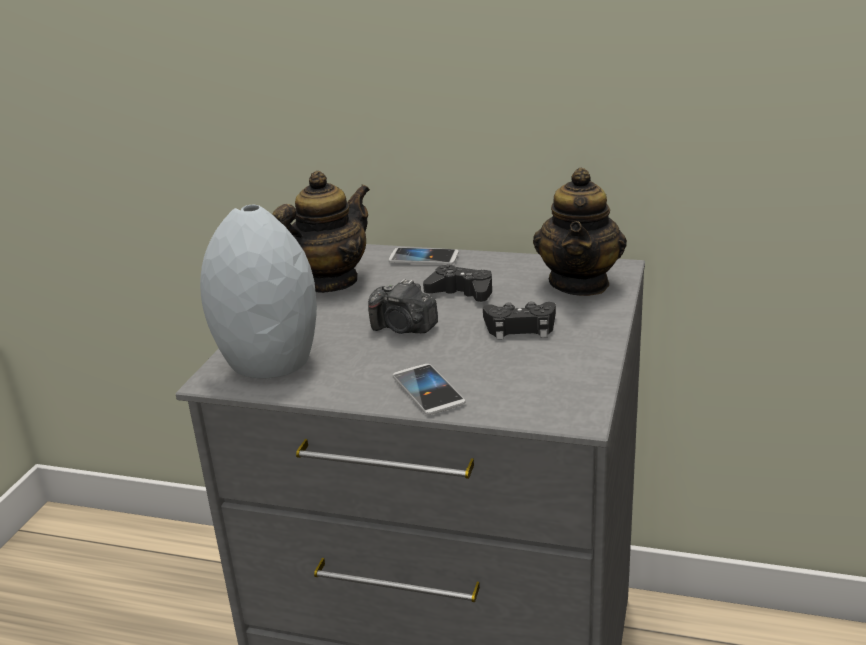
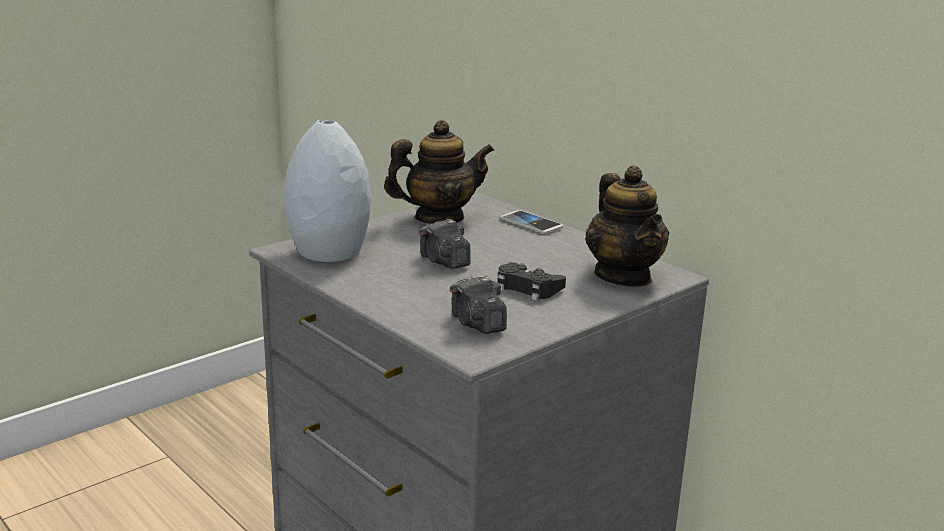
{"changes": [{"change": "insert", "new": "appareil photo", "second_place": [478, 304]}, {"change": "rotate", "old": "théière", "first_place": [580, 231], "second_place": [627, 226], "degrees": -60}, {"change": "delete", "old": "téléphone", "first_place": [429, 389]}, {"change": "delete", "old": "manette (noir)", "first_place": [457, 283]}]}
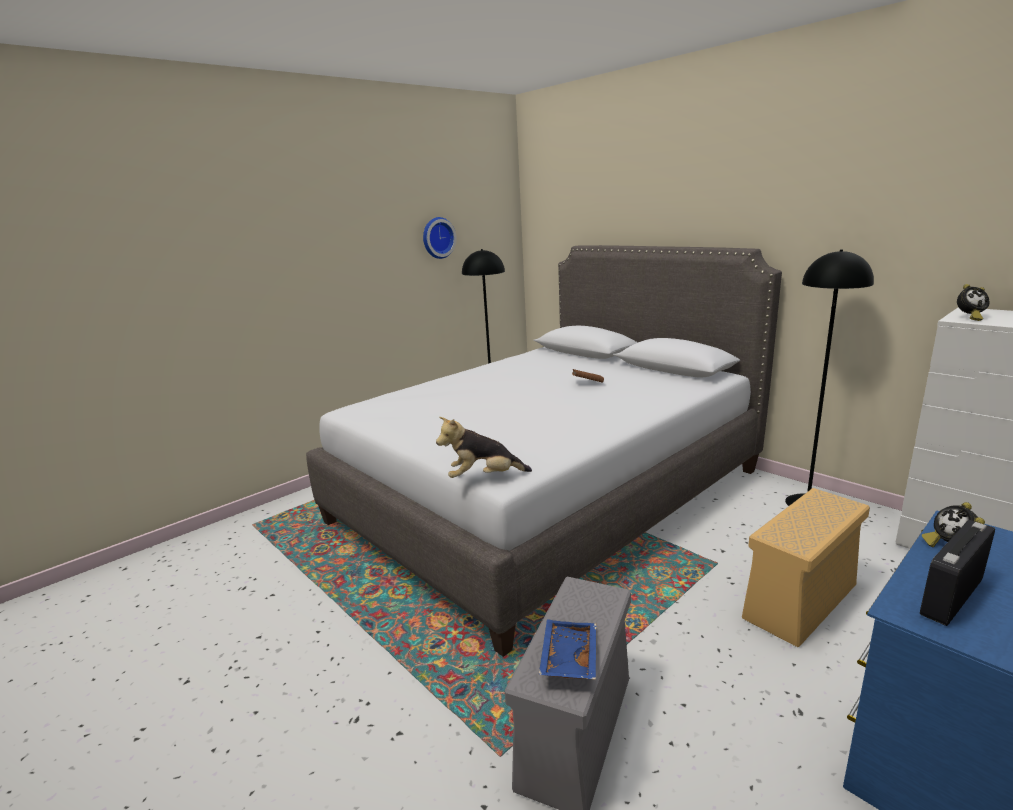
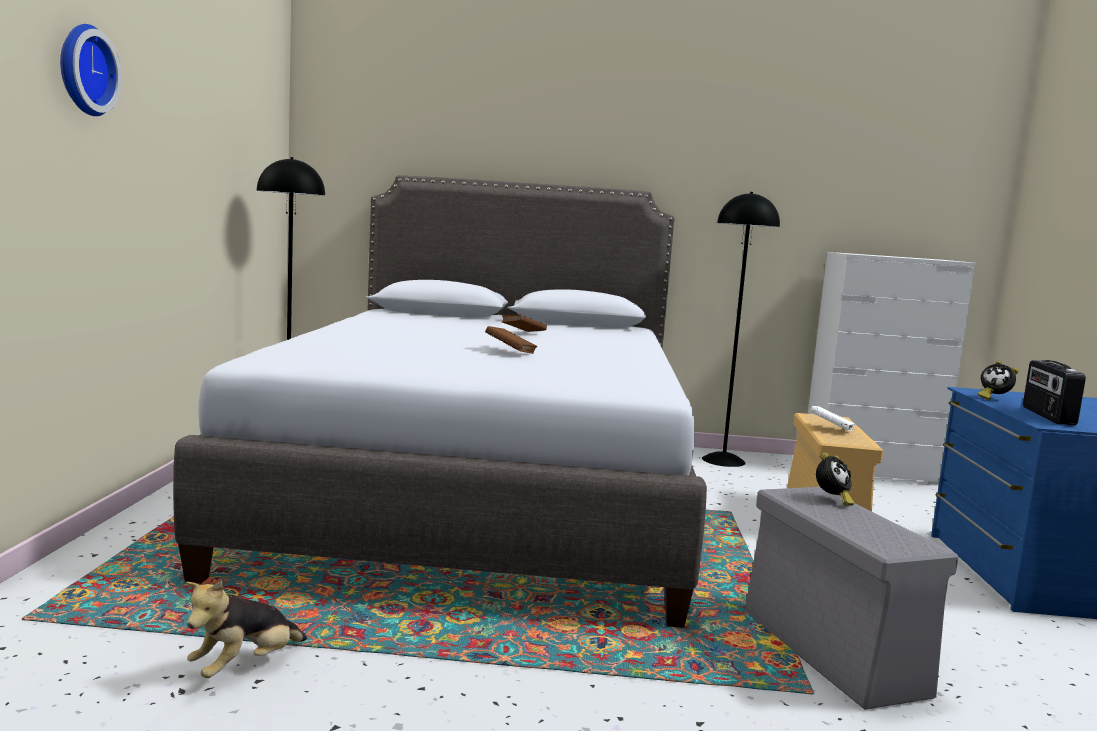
{"changes": [{"change": "move", "old": "horloge murale", "first_place": [440, 238], "second_place": [91, 70]}, {"change": "move", "old": "peluche", "first_place": [484, 447], "second_place": [246, 629]}, {"change": "insert", "new": "livre (marron)", "second_place": [511, 340]}, {"change": "insert", "new": "livre (blanc)", "second_place": [833, 418]}, {"change": "move", "old": "réveil", "first_place": [973, 302], "second_place": [835, 479]}, {"change": "delete", "old": "plateau (bleu)", "first_place": [567, 649]}]}
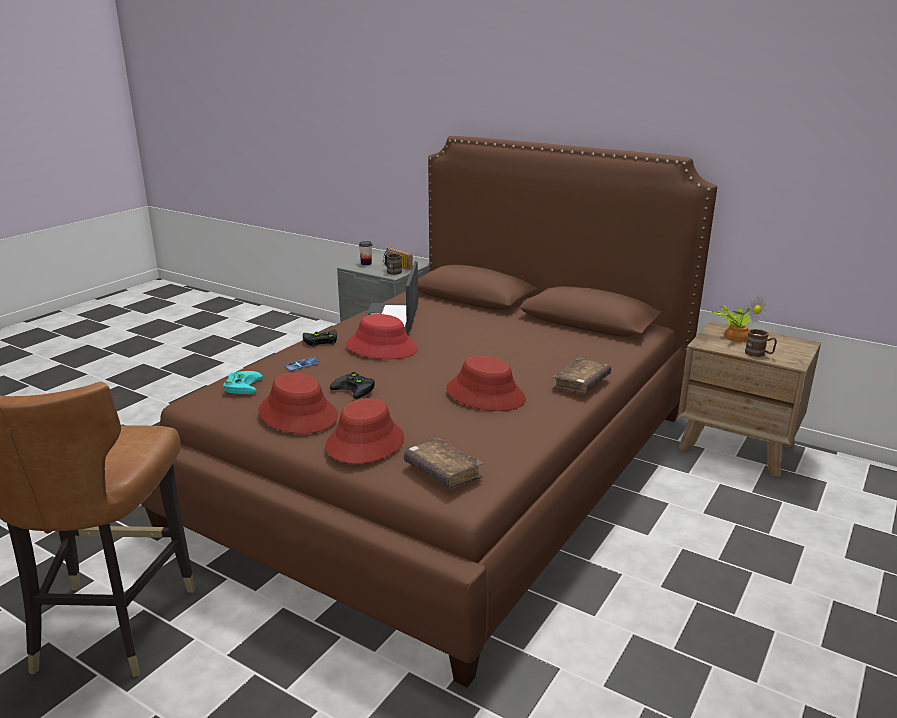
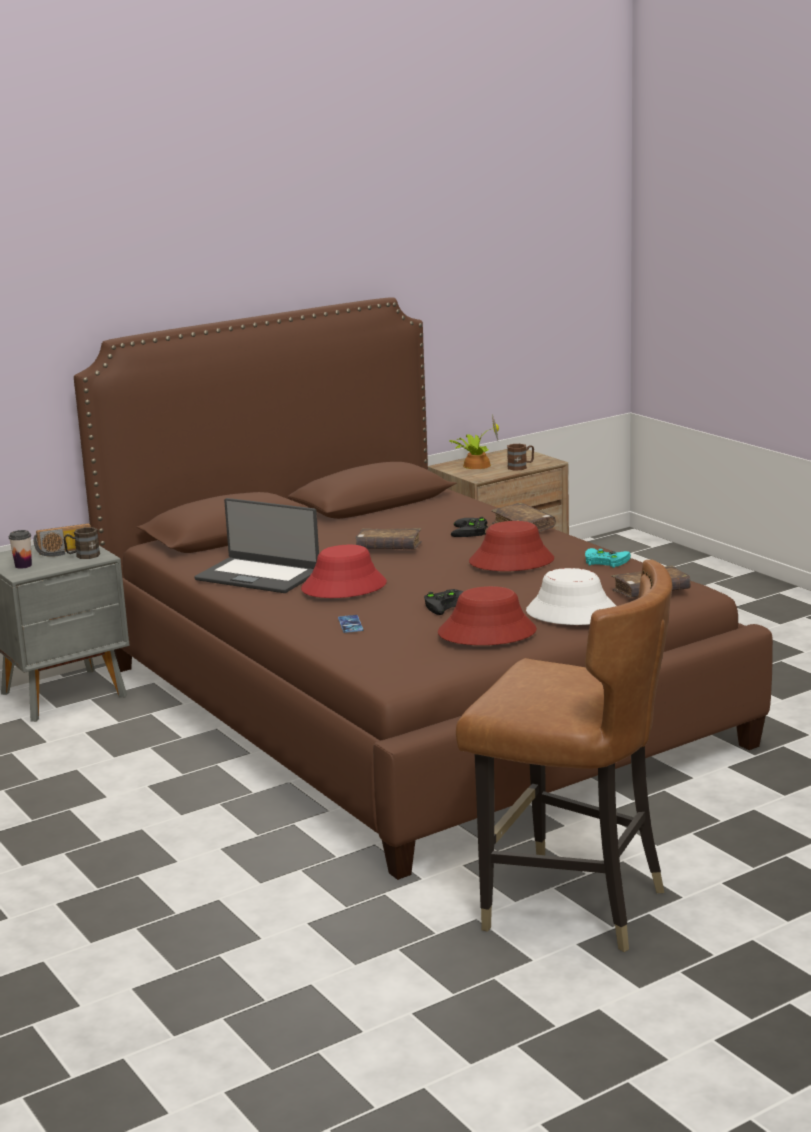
{"changes": [{"change": "insert", "new": "livre (marron)", "second_place": [389, 539]}, {"change": "move", "old": "manette (noir)", "first_place": [320, 338], "second_place": [469, 527]}, {"change": "recolor", "old": "chapeau (rouge)", "new": "chapeau (blanc)", "first_place": [364, 431], "second_place": [571, 596]}, {"change": "move", "old": "manette (turquoise)", "first_place": [243, 382], "second_place": [608, 558]}]}
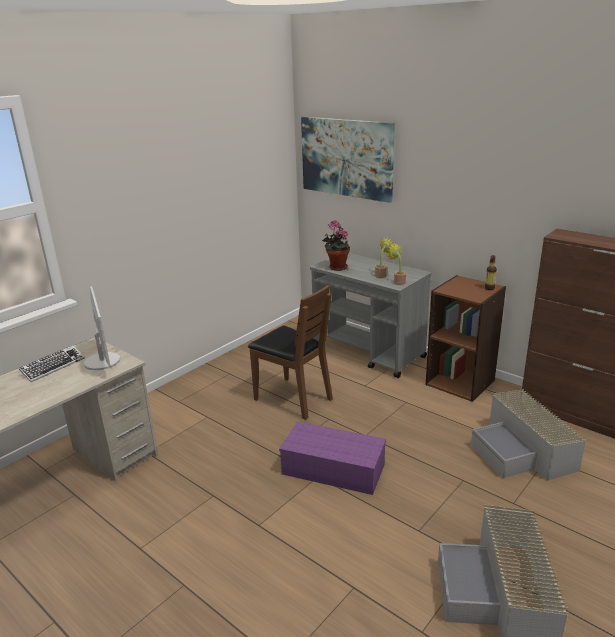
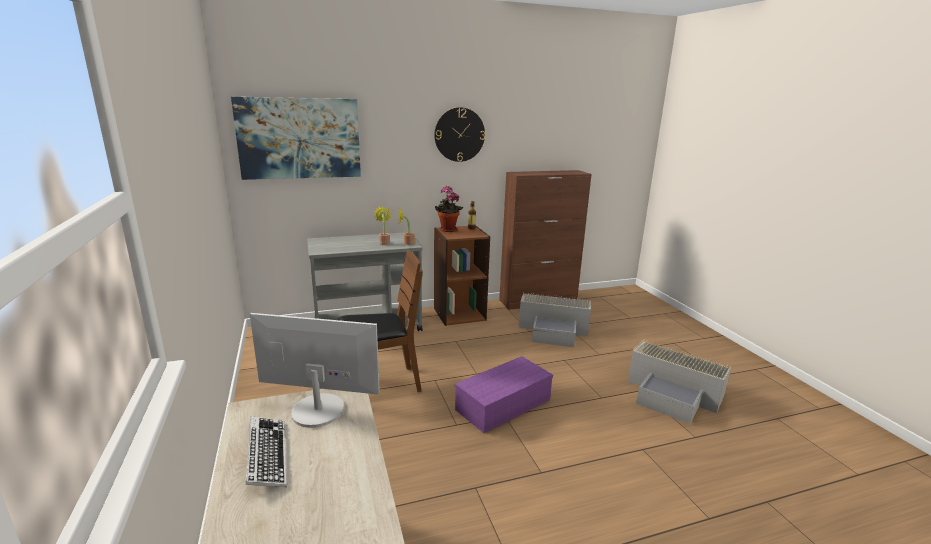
{"changes": [{"change": "insert", "new": "horloge murale", "second_place": [459, 134]}, {"change": "move", "old": "plante en pot", "first_place": [336, 245], "second_place": [449, 209]}]}
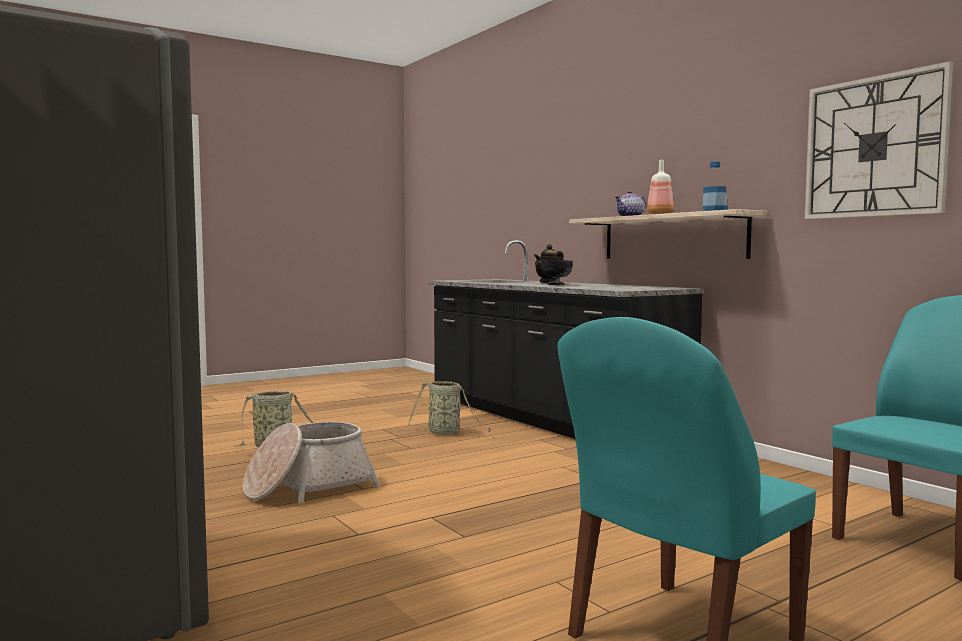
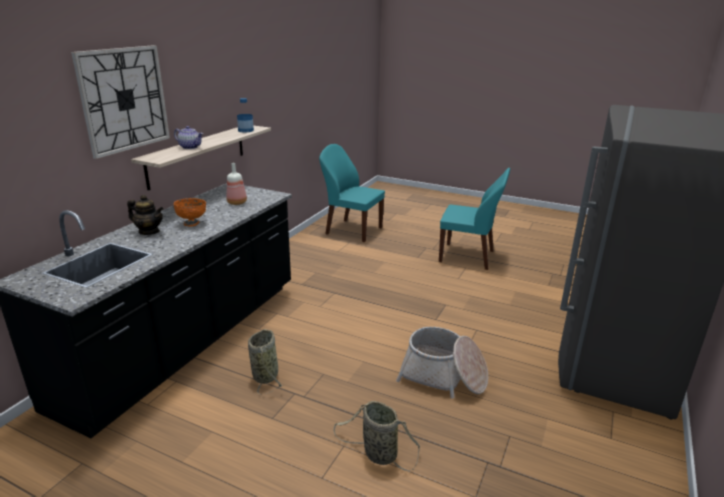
{"changes": [{"change": "move", "old": "horloge murale", "first_place": [879, 140], "second_place": [120, 102]}, {"change": "recolor", "old": "bol (noir)", "new": "bol (orange)", "first_place": [557, 272], "second_place": [189, 212]}, {"change": "move", "old": "bouteille", "first_place": [660, 187], "second_place": [236, 184]}]}
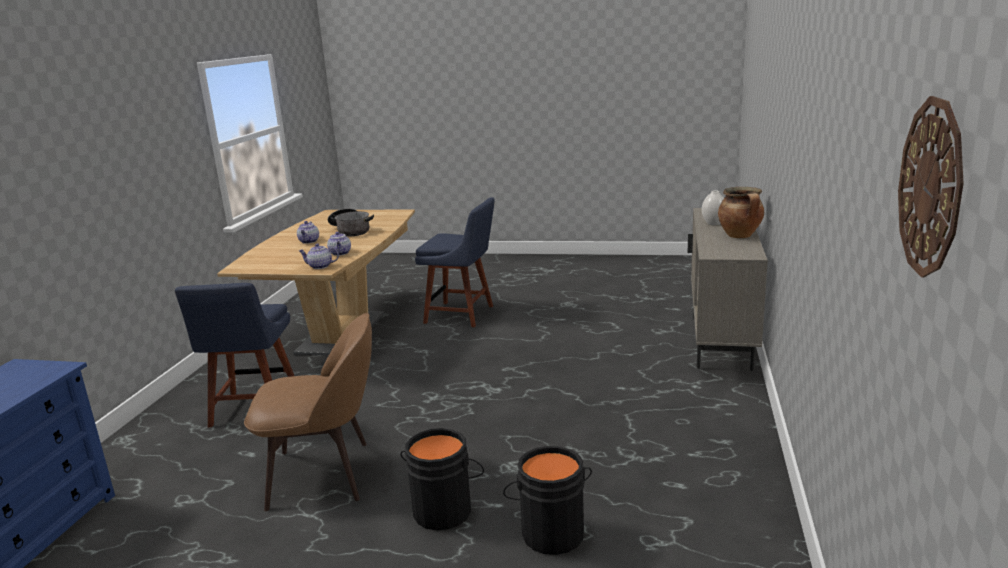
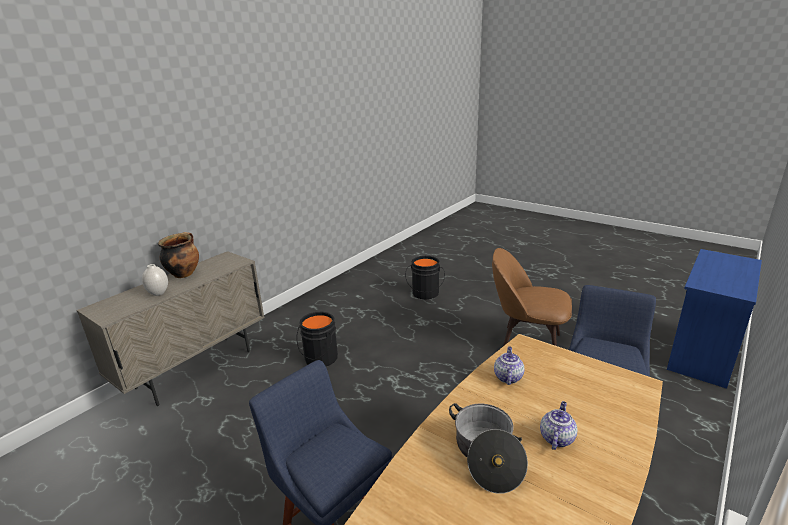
{"changes": [{"change": "move", "old": "seau (noir)", "first_place": [442, 479], "second_place": [317, 339]}, {"change": "delete", "old": "théière", "first_place": [319, 256]}, {"change": "delete", "old": "horloge murale", "first_place": [931, 186]}]}
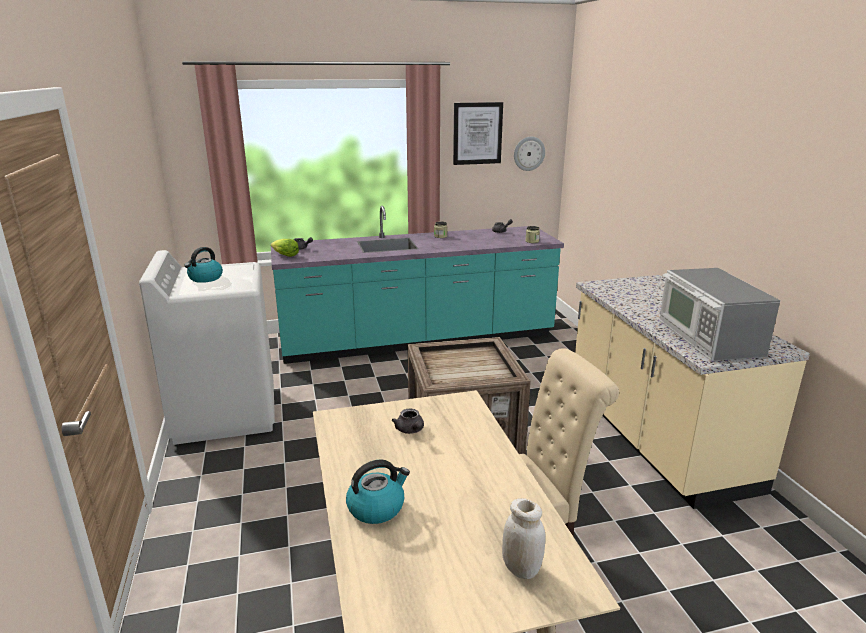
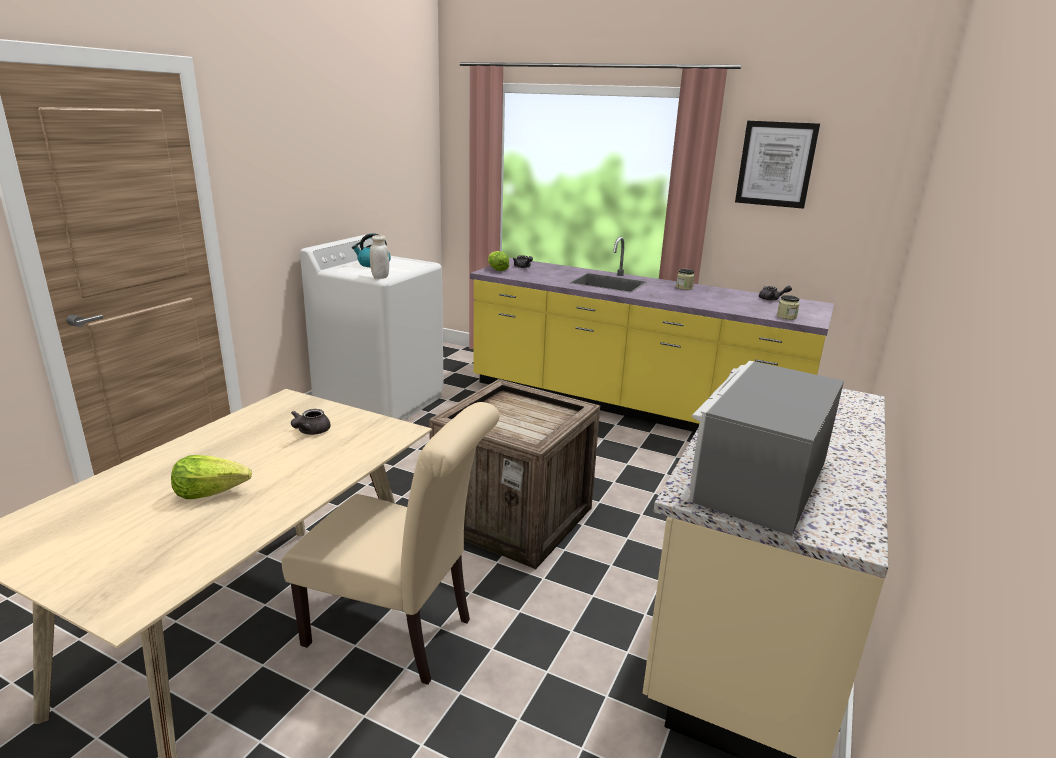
{"changes": [{"change": "insert", "new": "laitue", "second_place": [211, 477]}, {"change": "move", "old": "bocal (blanc)", "first_place": [524, 538], "second_place": [379, 257]}, {"change": "recolor", "old": "comptoir de cuisine (turquoise)", "new": "comptoir de cuisine (jaune)", "first_place": [417, 285], "second_place": [652, 334]}, {"change": "delete", "old": "bouilloire", "first_place": [378, 491]}, {"change": "delete", "old": "horloge murale", "first_place": [529, 154]}]}
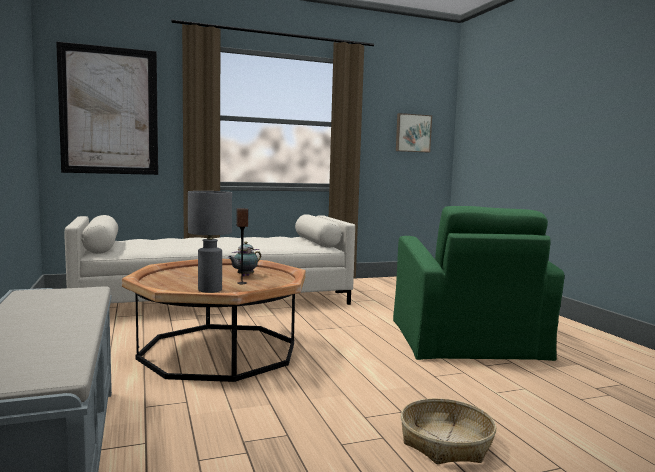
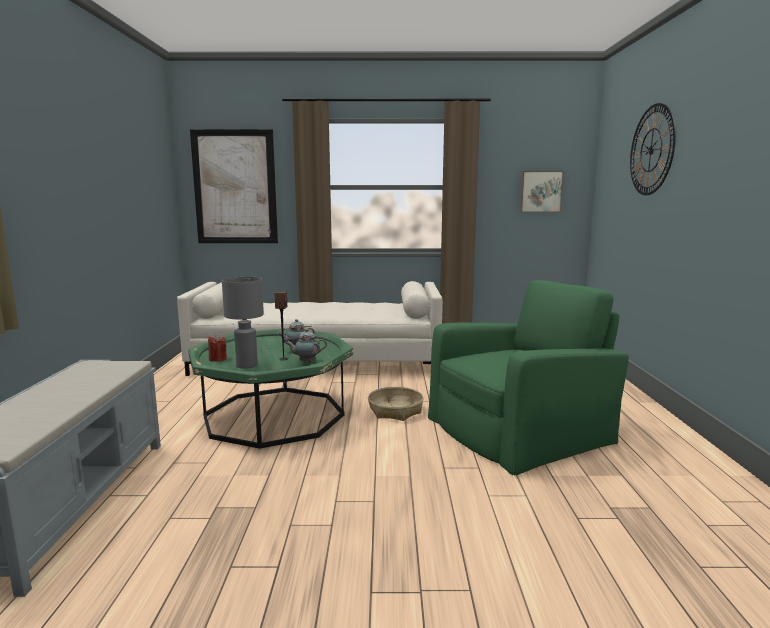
{"changes": [{"change": "recolor", "old": "table basse (marron)", "new": "table basse (vert)", "first_place": [214, 320], "second_place": [270, 388]}, {"change": "insert", "new": "bougie (rouge)", "second_place": [217, 348]}, {"change": "insert", "new": "théière", "second_place": [306, 346]}, {"change": "move", "old": "panier", "first_place": [448, 431], "second_place": [396, 404]}, {"change": "rotate", "old": "fauteuil (vert)", "first_place": [478, 283], "second_place": [528, 378], "degrees": -135}, {"change": "insert", "new": "horloge murale", "second_place": [653, 149]}]}
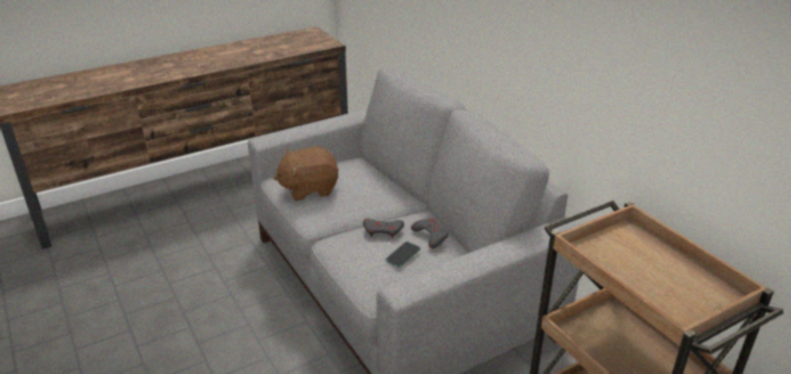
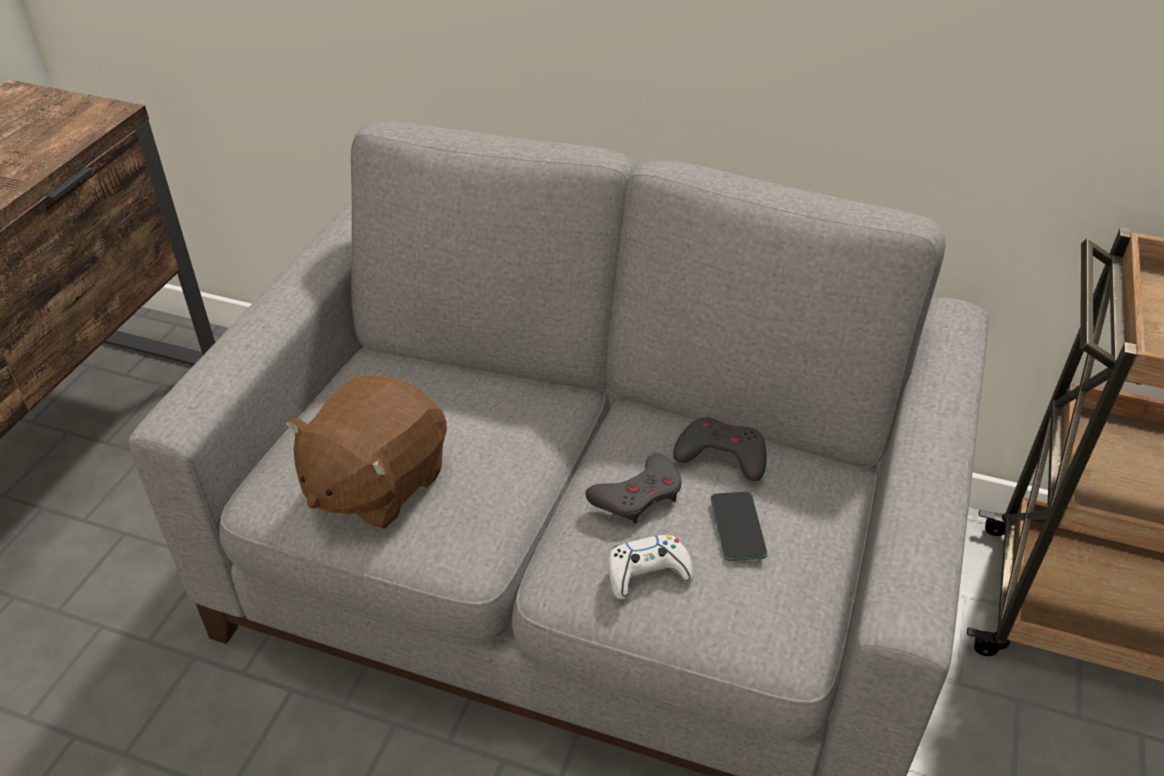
{"changes": [{"change": "insert", "new": "manette (blanc)", "second_place": [650, 566]}]}
